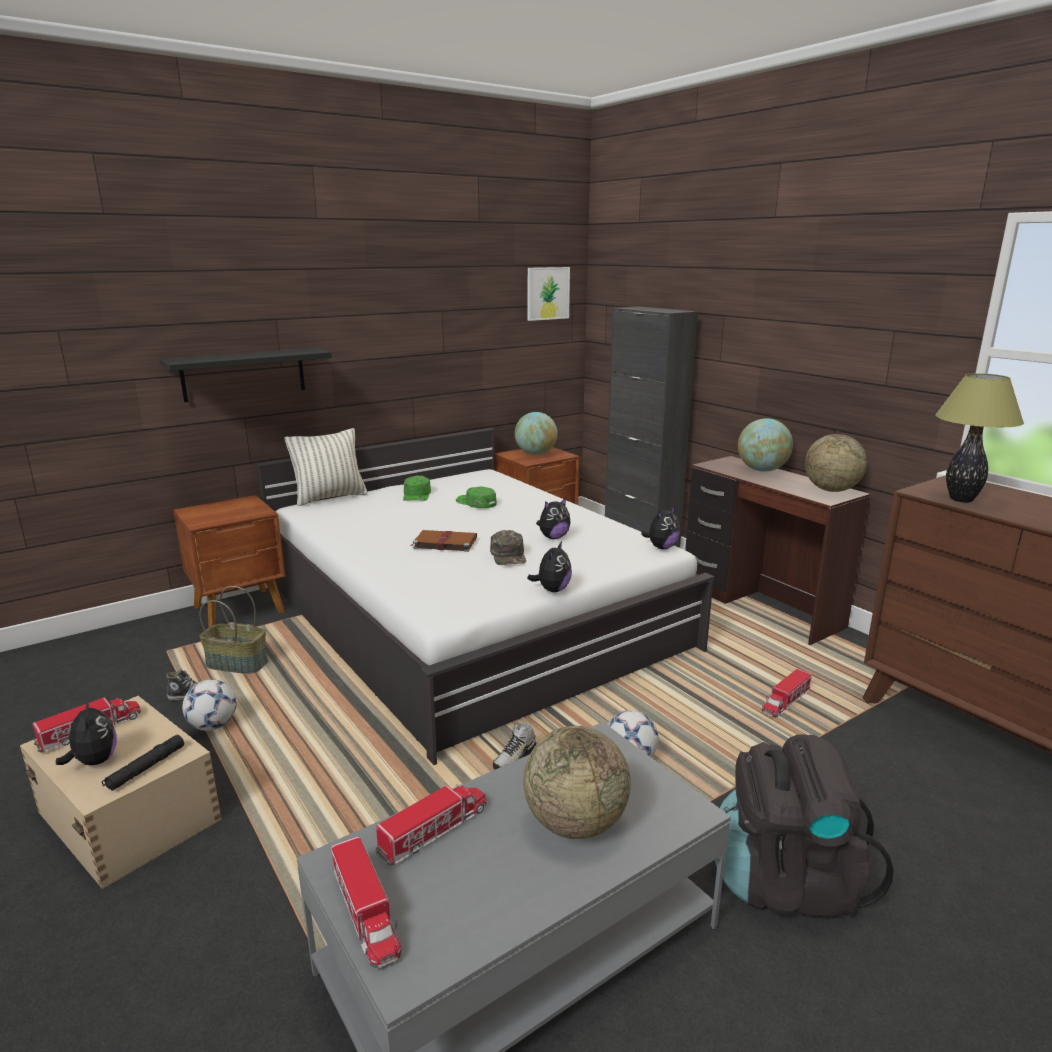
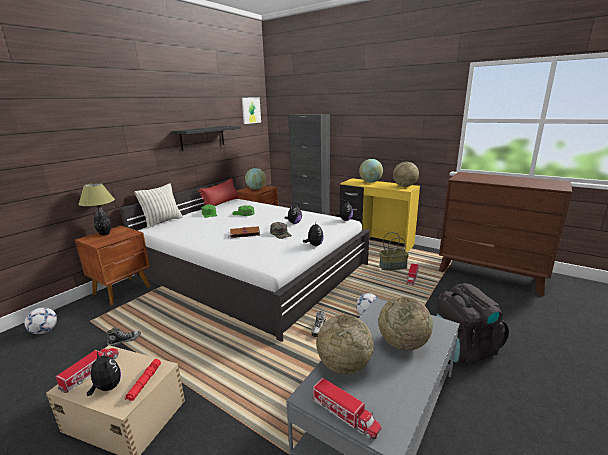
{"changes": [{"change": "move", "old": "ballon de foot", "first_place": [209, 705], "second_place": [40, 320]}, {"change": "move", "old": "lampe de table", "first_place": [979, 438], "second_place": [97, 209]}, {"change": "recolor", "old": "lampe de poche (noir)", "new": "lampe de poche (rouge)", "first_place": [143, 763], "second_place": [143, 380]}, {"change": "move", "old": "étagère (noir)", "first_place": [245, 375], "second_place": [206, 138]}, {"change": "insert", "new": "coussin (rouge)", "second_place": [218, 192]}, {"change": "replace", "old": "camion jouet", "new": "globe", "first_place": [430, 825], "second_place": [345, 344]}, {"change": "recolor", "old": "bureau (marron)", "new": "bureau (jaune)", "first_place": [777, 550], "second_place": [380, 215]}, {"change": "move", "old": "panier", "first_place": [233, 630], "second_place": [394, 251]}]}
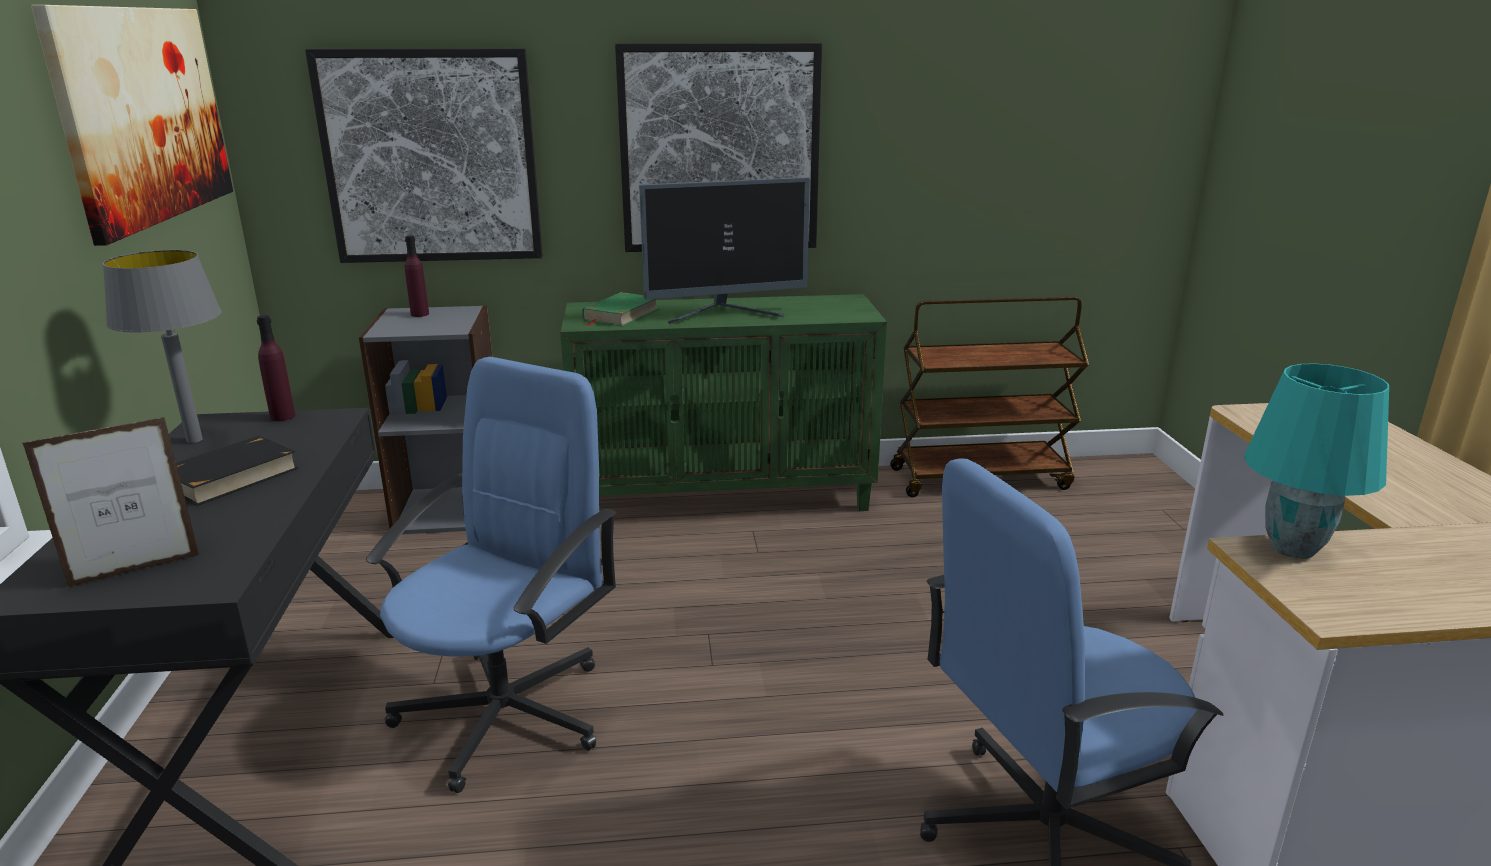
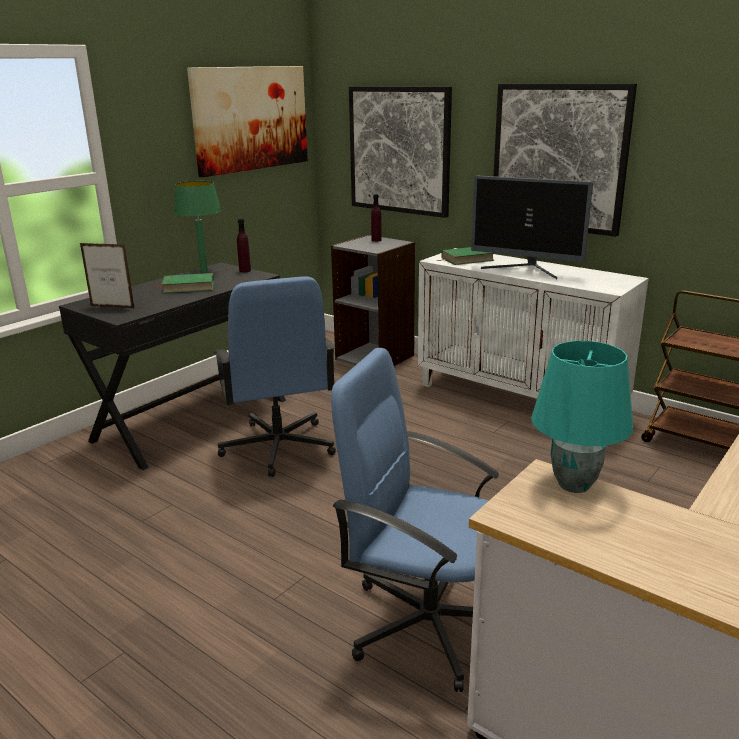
{"changes": [{"change": "recolor", "old": "livre (noir)", "new": "livre (vert)", "first_place": [237, 471], "second_place": [186, 283]}, {"change": "recolor", "old": "lampe de table (gris)", "new": "lampe de table (vert)", "first_place": [162, 346], "second_place": [197, 227]}, {"change": "rotate", "old": "chaise de bureau (bleu)", "first_place": [491, 575], "second_place": [275, 376], "degrees": 90}, {"change": "recolor", "old": "meuble de rangement (vert)", "new": "meuble de rangement (blanc)", "first_place": [723, 402], "second_place": [533, 323]}]}
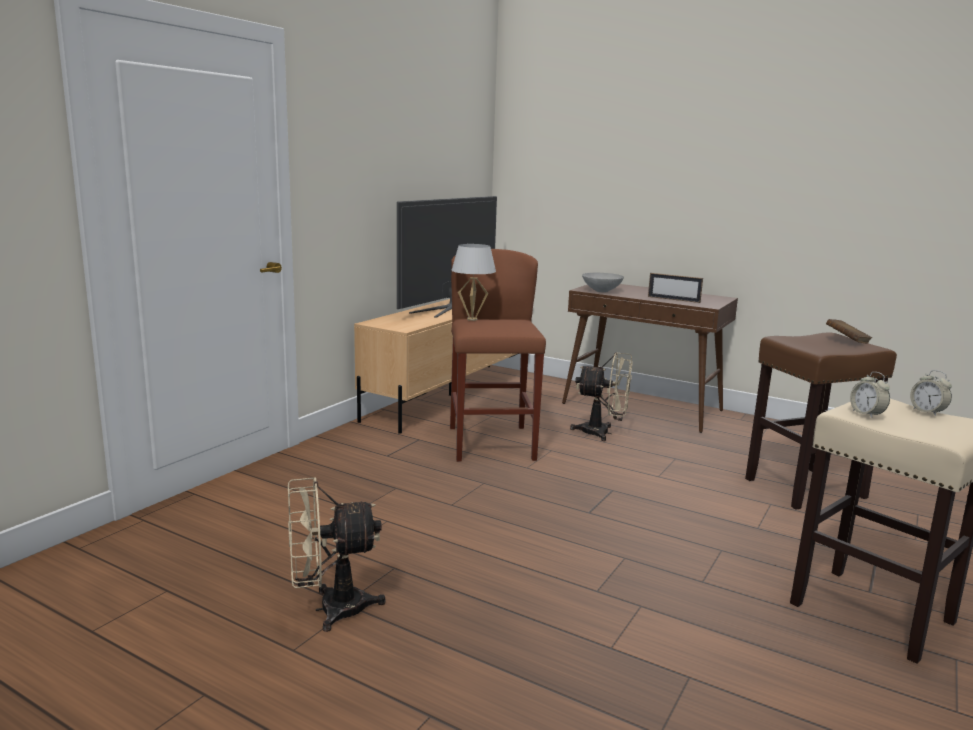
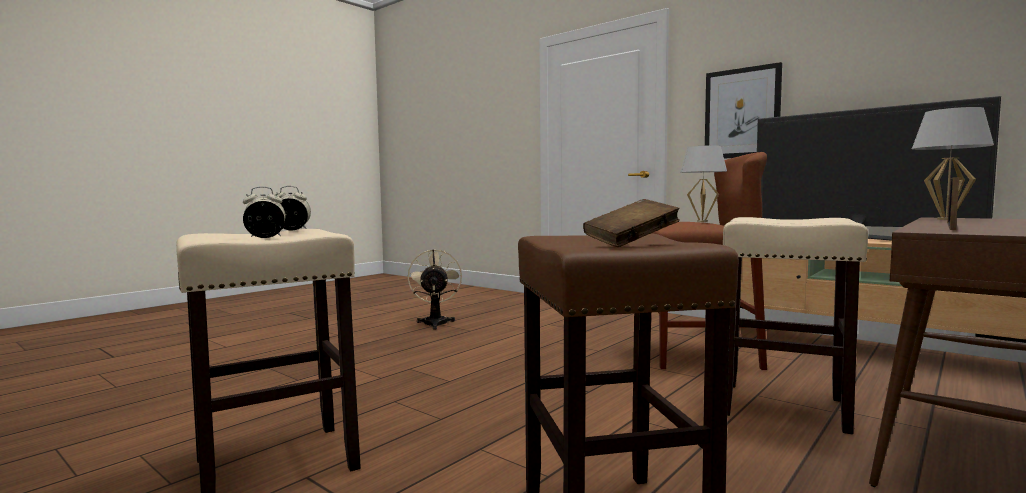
{"changes": [{"change": "insert", "new": "tableau", "second_place": [743, 110]}, {"change": "replace", "old": "ventilateur (beige)", "new": "tabouret (beige)", "first_place": [601, 396], "second_place": [795, 325]}, {"change": "replace", "old": "bol (gris)", "new": "lampe de table (blanc)", "first_place": [603, 282], "second_place": [953, 163]}]}
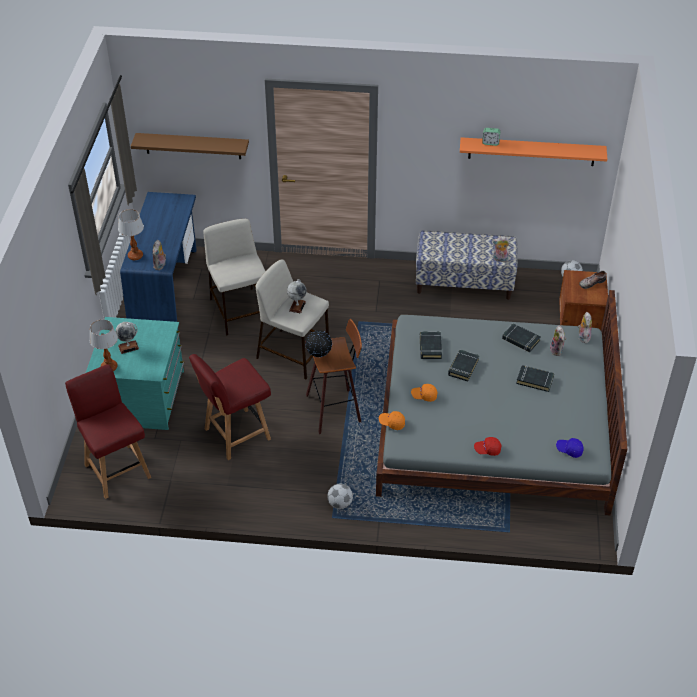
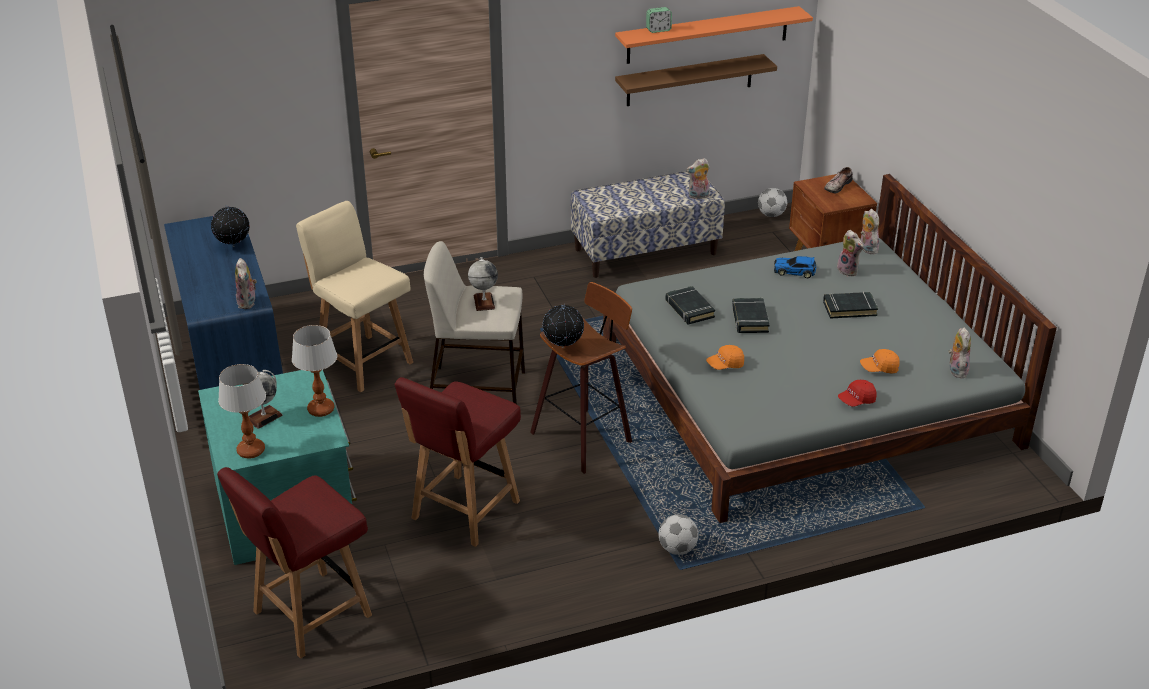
{"changes": [{"change": "insert", "new": "globe", "second_place": [230, 226]}, {"change": "rotate", "old": "chaise (rouge)", "first_place": [108, 431], "second_place": [294, 563], "degrees": -75}, {"change": "move", "old": "lampe de table", "first_place": [131, 234], "second_place": [314, 371]}, {"change": "replace", "old": "tabouret (beige)", "new": "chaise (beige)", "first_place": [234, 277], "second_place": [354, 296]}, {"change": "move", "old": "étagère (marron)", "first_place": [190, 146], "second_place": [696, 80]}, {"change": "replace", "old": "livre (noir)", "new": "petite voiture", "first_place": [521, 337], "second_place": [795, 267]}, {"change": "move", "old": "casquette (orange)", "first_place": [392, 420], "second_place": [880, 361]}, {"change": "replace", "old": "casquette (bleu)", "new": "peluche", "first_place": [570, 448], "second_place": [960, 352]}]}
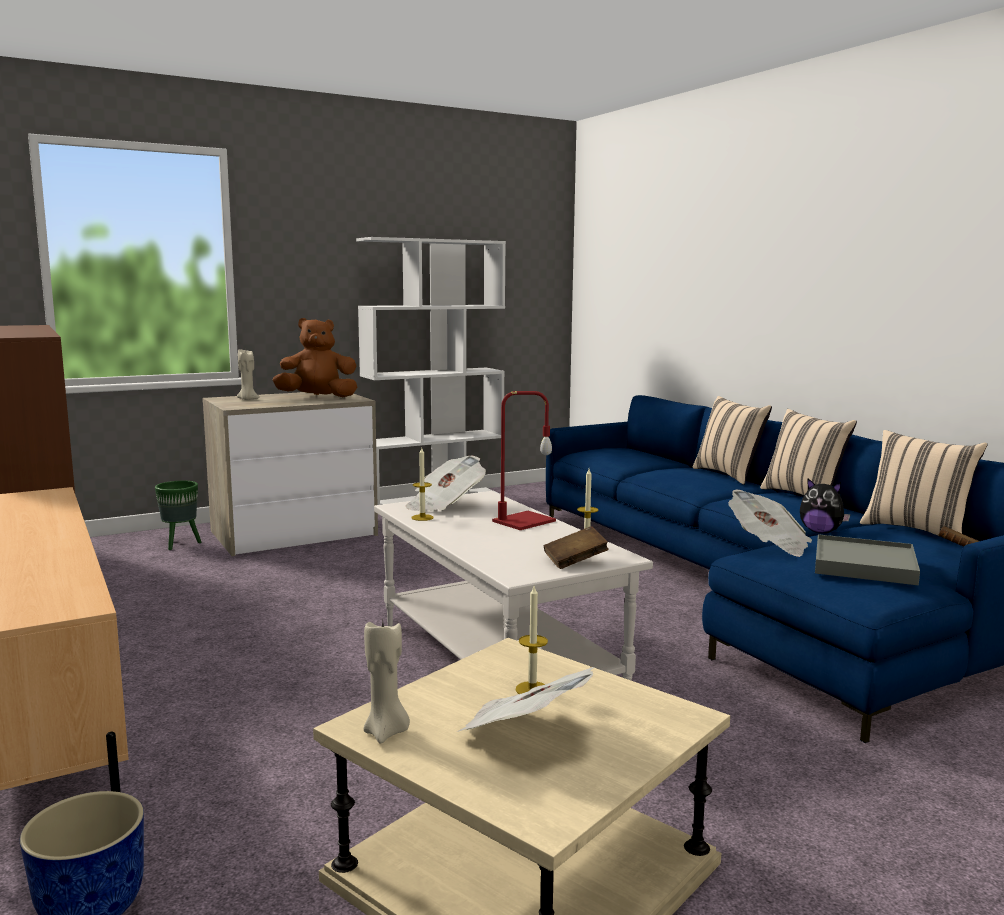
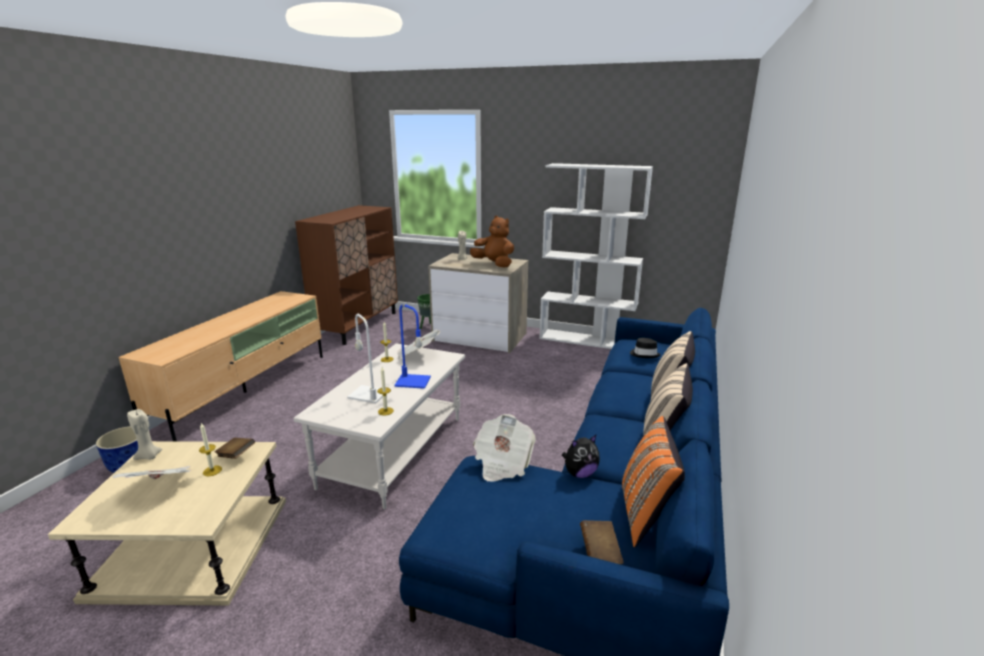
{"changes": [{"change": "move", "old": "livre (marron)", "first_place": [576, 547], "second_place": [235, 448]}, {"change": "insert", "new": "lampe de table (blanc)", "second_place": [365, 358]}, {"change": "recolor", "old": "lampe de table (rouge)", "new": "lampe de table (bleu)", "first_place": [524, 460], "second_place": [413, 346]}, {"change": "rotate", "old": "peluche", "first_place": [825, 506], "second_place": [581, 456], "degrees": -105}, {"change": "recolor", "old": "coussin (beige)", "new": "coussin (orange)", "first_place": [924, 483], "second_place": [653, 482]}, {"change": "insert", "new": "chapeau (noir)", "second_place": [645, 348]}, {"change": "delete", "old": "plateau (gris)", "first_place": [867, 559]}]}
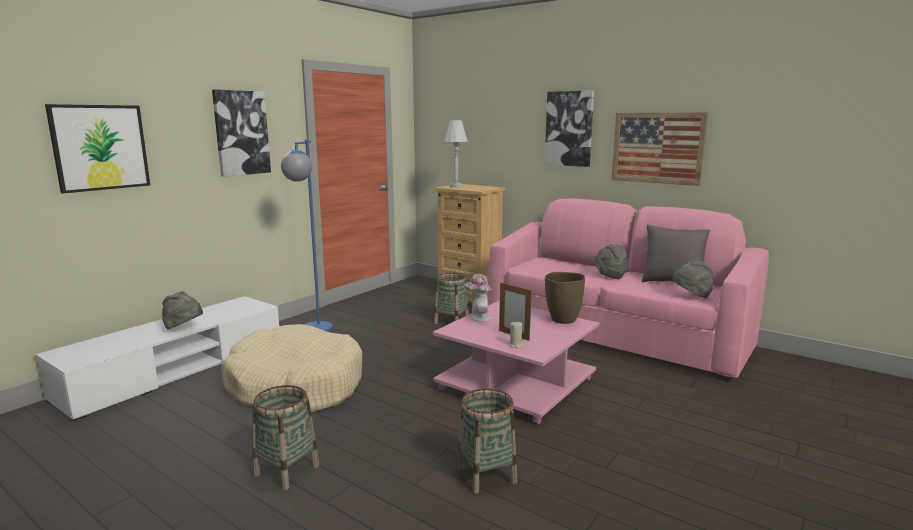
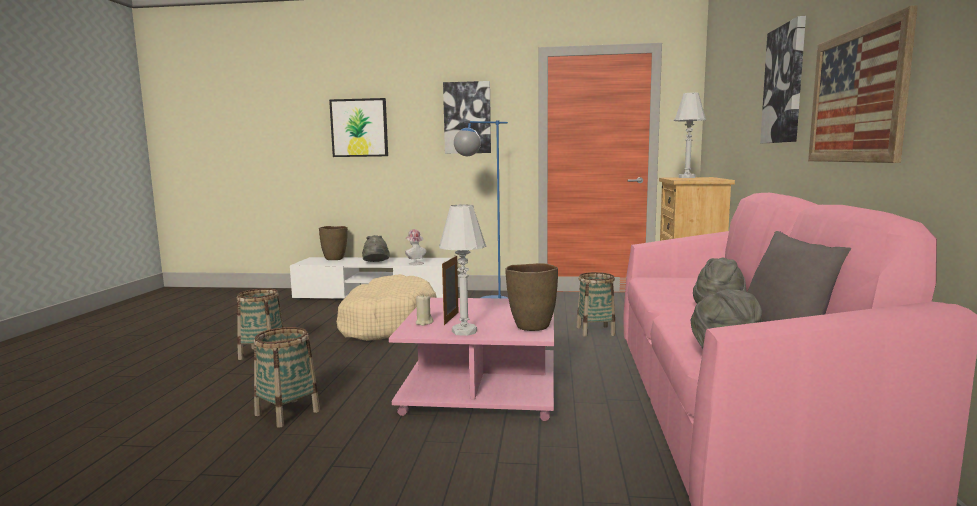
{"changes": [{"change": "insert", "new": "vase (marron)", "second_place": [333, 243]}, {"change": "move", "old": "chapeau", "first_place": [478, 298], "second_place": [416, 247]}, {"change": "insert", "new": "lampe de table (blanc)", "second_place": [463, 270]}]}
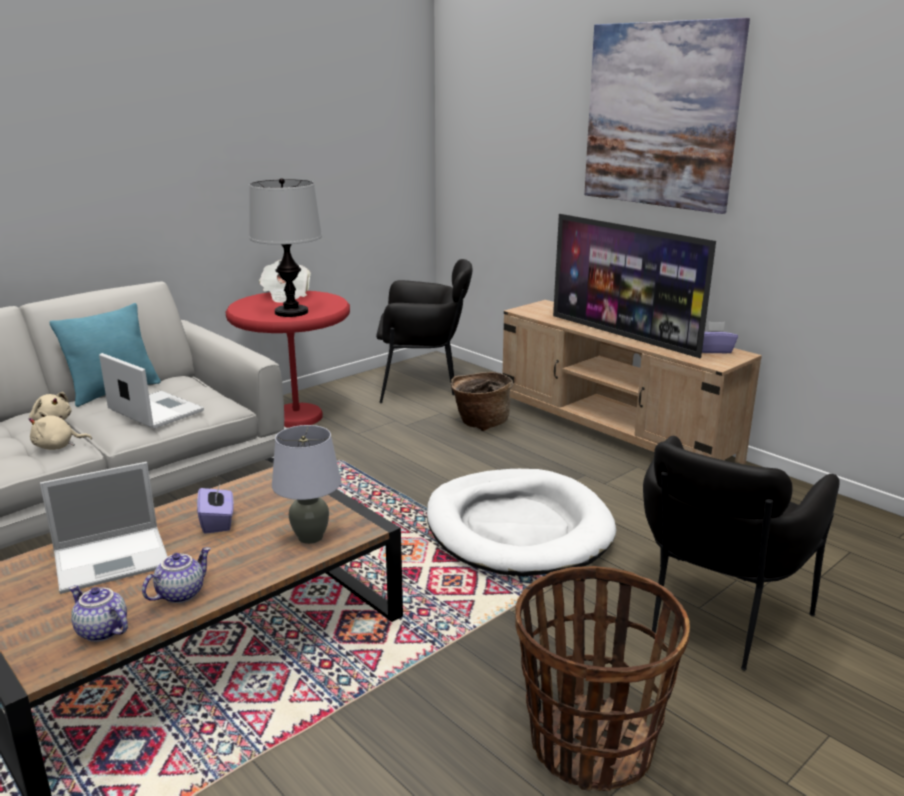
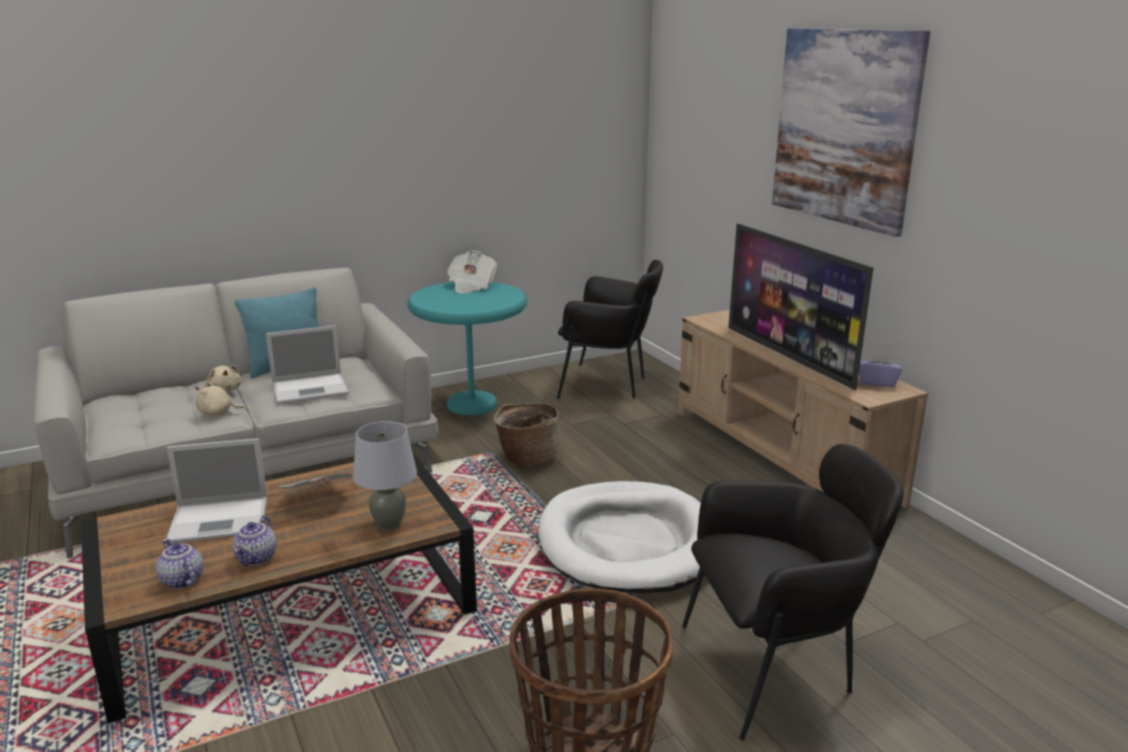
{"changes": [{"change": "rotate", "old": "théière", "first_place": [176, 575], "second_place": [254, 540], "degrees": 135}, {"change": "rotate", "old": "ordinateur portable", "first_place": [151, 391], "second_place": [307, 364], "degrees": 105}, {"change": "replace", "old": "boîte à mouchoirs (violet)", "new": "journal", "first_place": [215, 508], "second_place": [316, 481]}, {"change": "recolor", "old": "table d'appoint (rouge)", "new": "table d'appoint (turquoise)", "first_place": [287, 359], "second_place": [467, 348]}, {"change": "move", "old": "panier", "first_place": [482, 401], "second_place": [526, 435]}, {"change": "rotate", "old": "fauteuil (noir)", "first_place": [741, 553], "second_place": [793, 592], "degrees": -150}, {"change": "delete", "old": "lampe de table", "first_place": [285, 247]}]}
